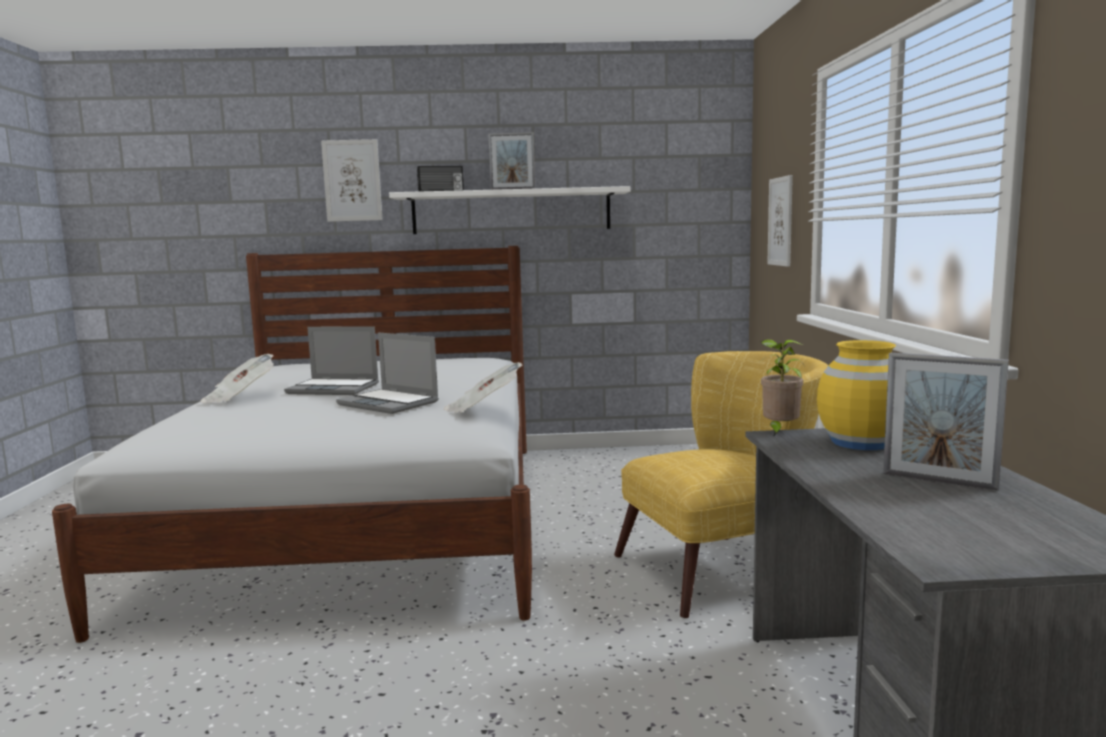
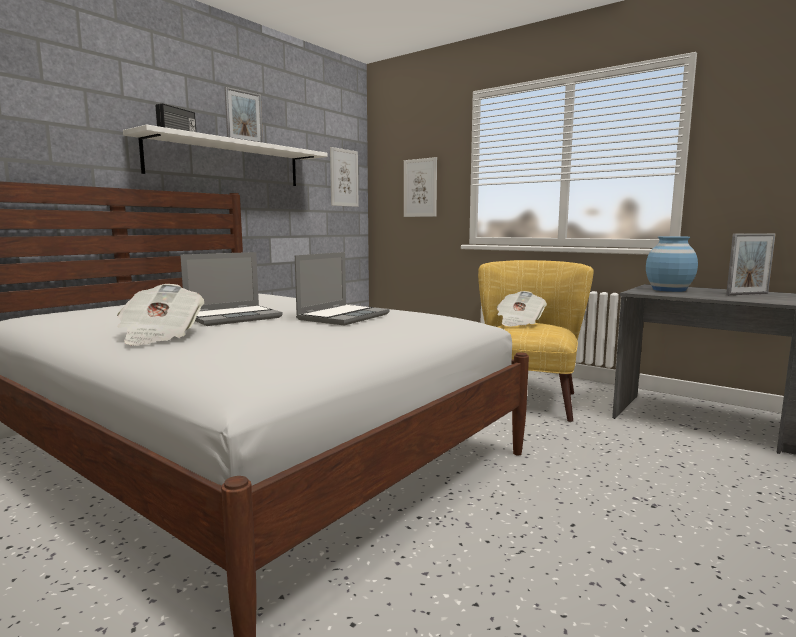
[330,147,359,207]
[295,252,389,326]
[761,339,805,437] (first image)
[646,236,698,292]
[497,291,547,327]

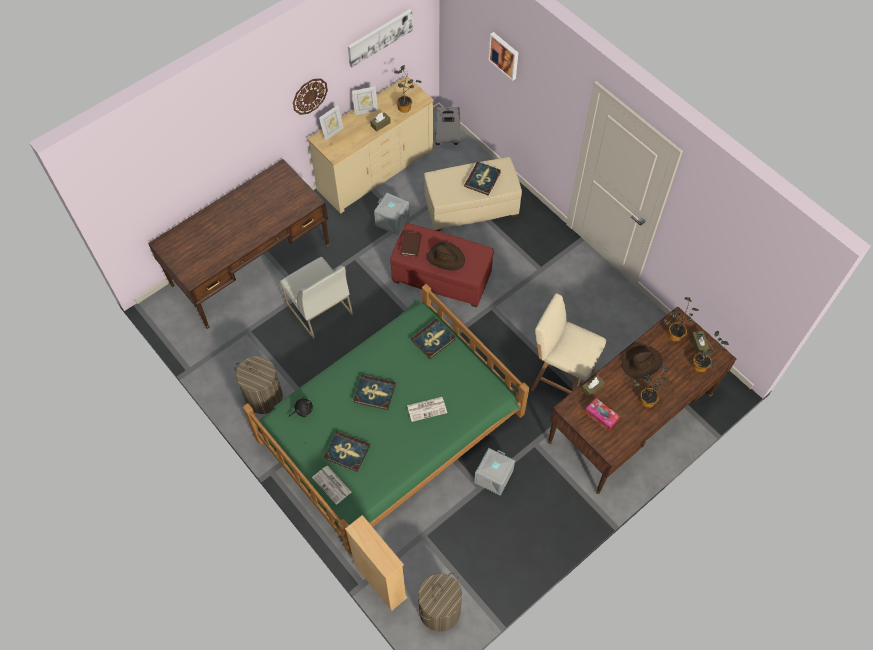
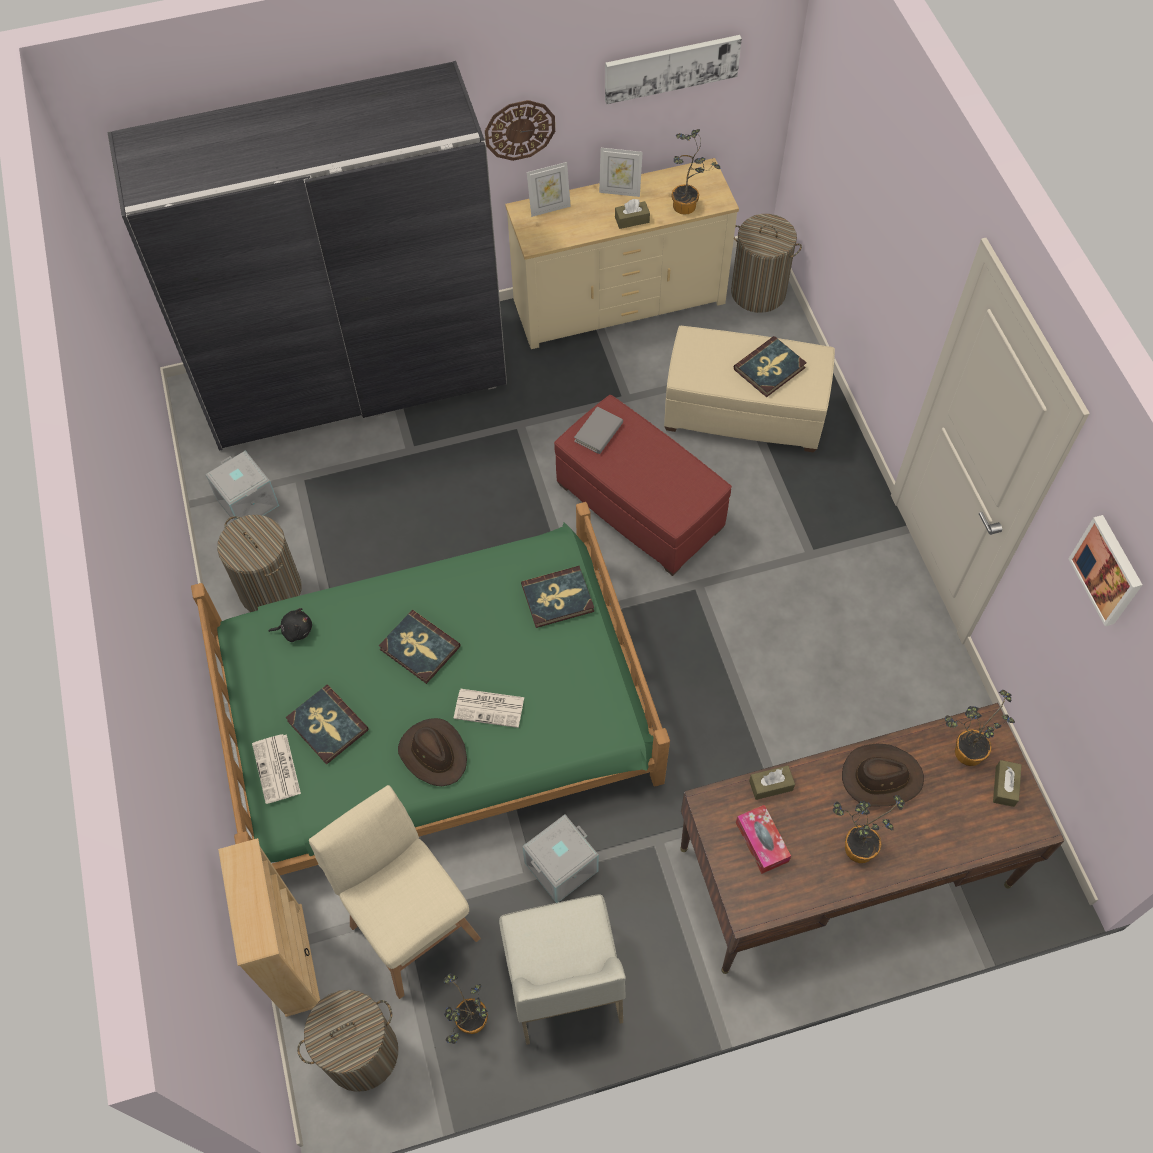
[1069,515,1142,626]
[731,214,802,313]
[107,61,507,451]
[205,450,279,521]
[574,407,623,454]
[398,718,467,786]
[499,894,626,1045]
[309,785,481,999]
[444,973,488,1044]

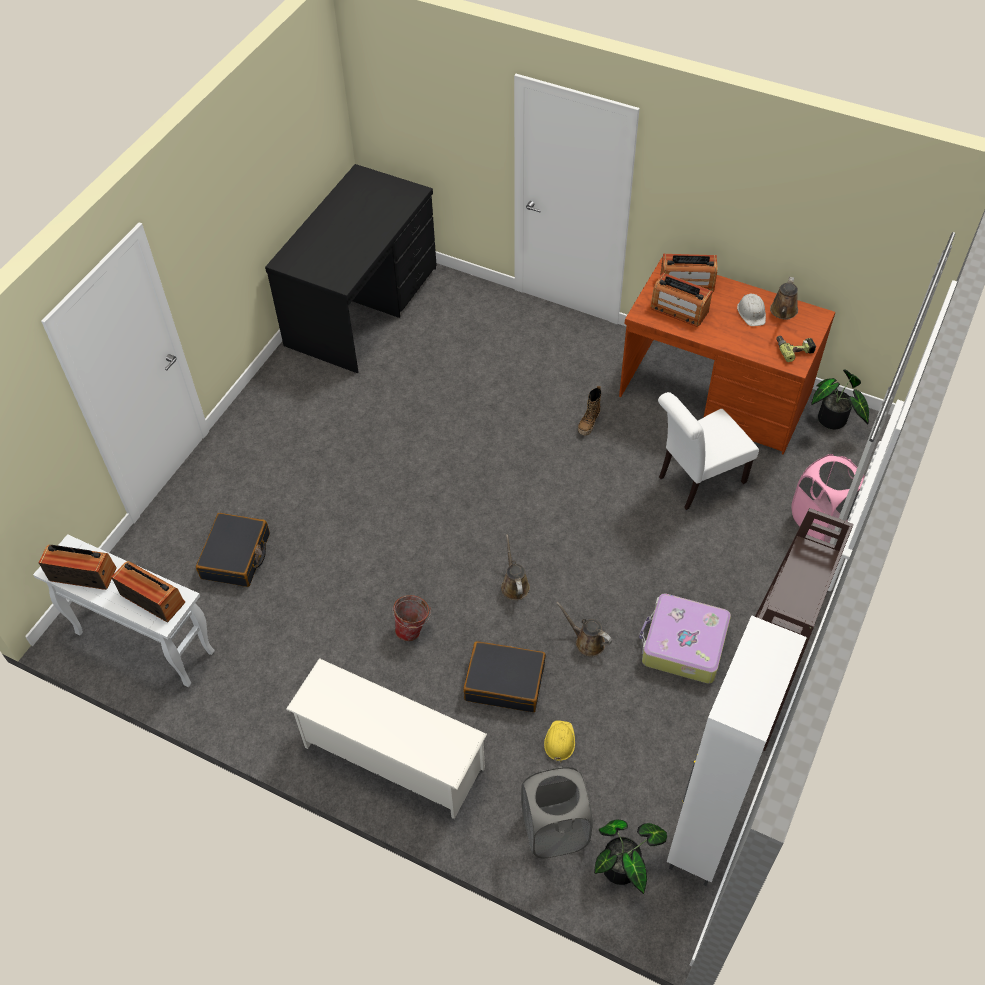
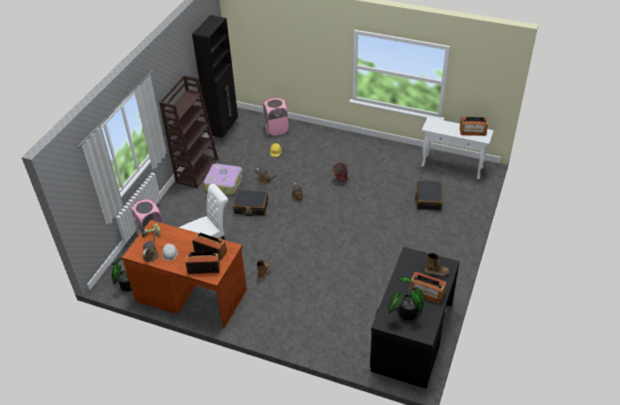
[409,271,447,304]
[192,15,238,144]
[233,190,268,216]
[286,658,487,819] (first image)
[263,97,289,136]
[388,276,424,320]
[425,253,449,277]

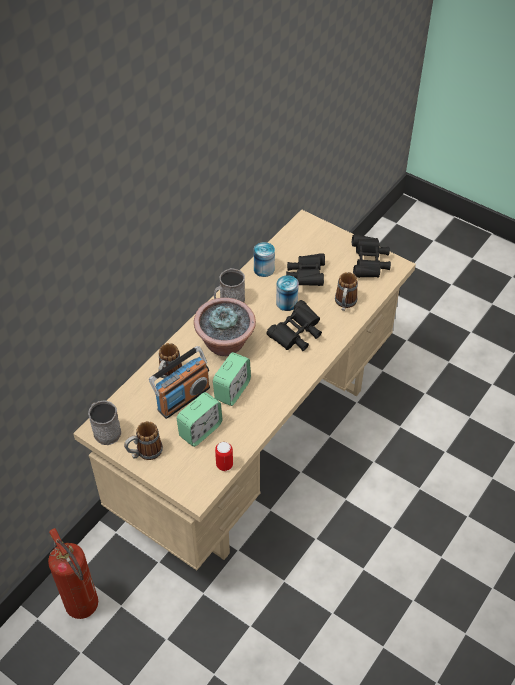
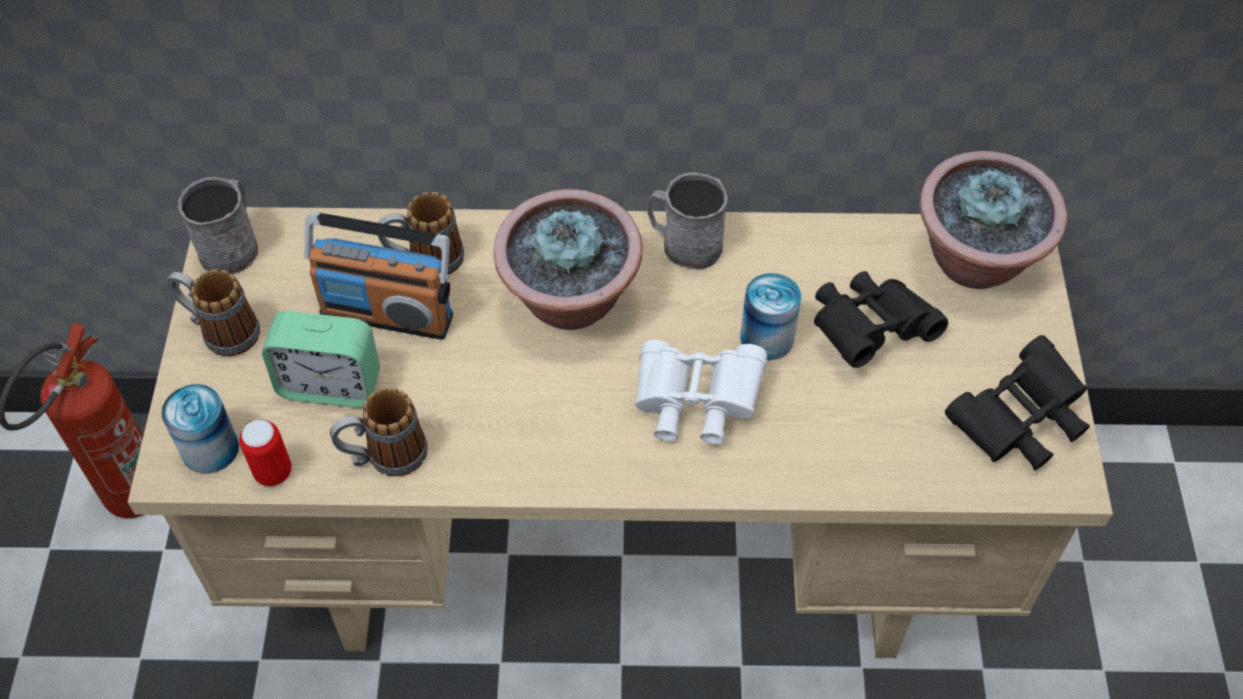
[161,384,239,474]
[330,387,428,476]
[635,340,767,444]
[213,352,251,406] (first image)
[919,151,1068,289]

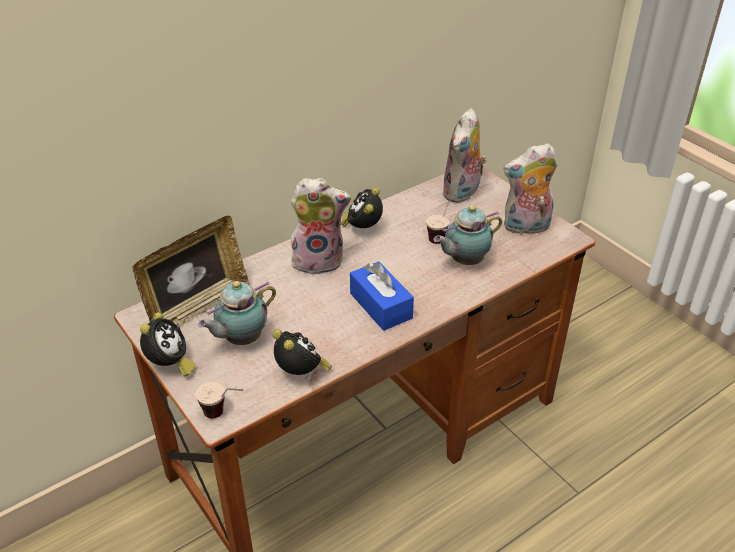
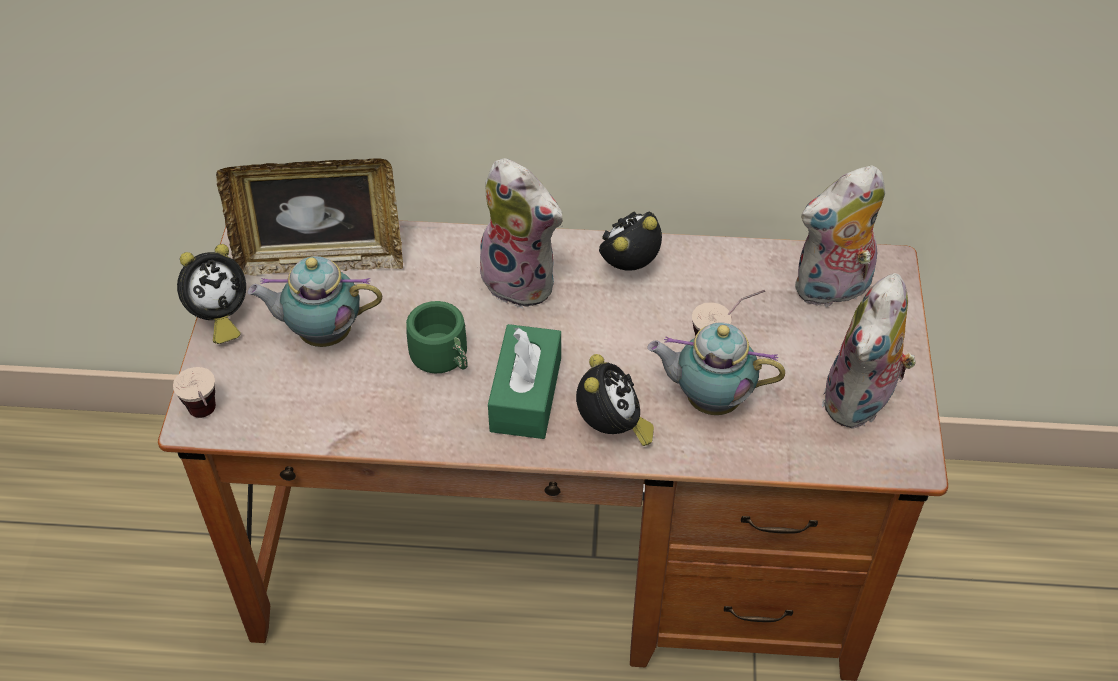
[822,273,916,428]
[488,324,561,439]
[576,354,654,446]
[406,301,468,374]

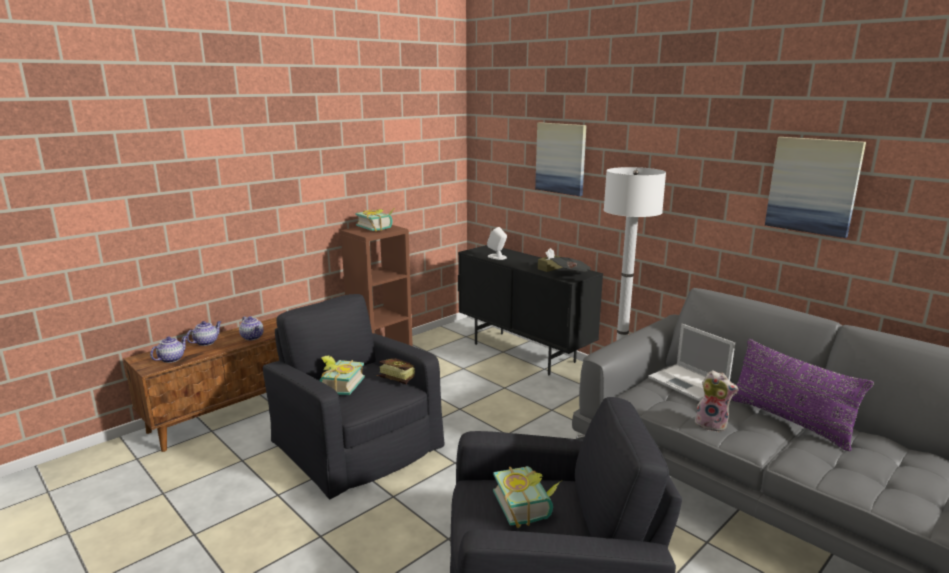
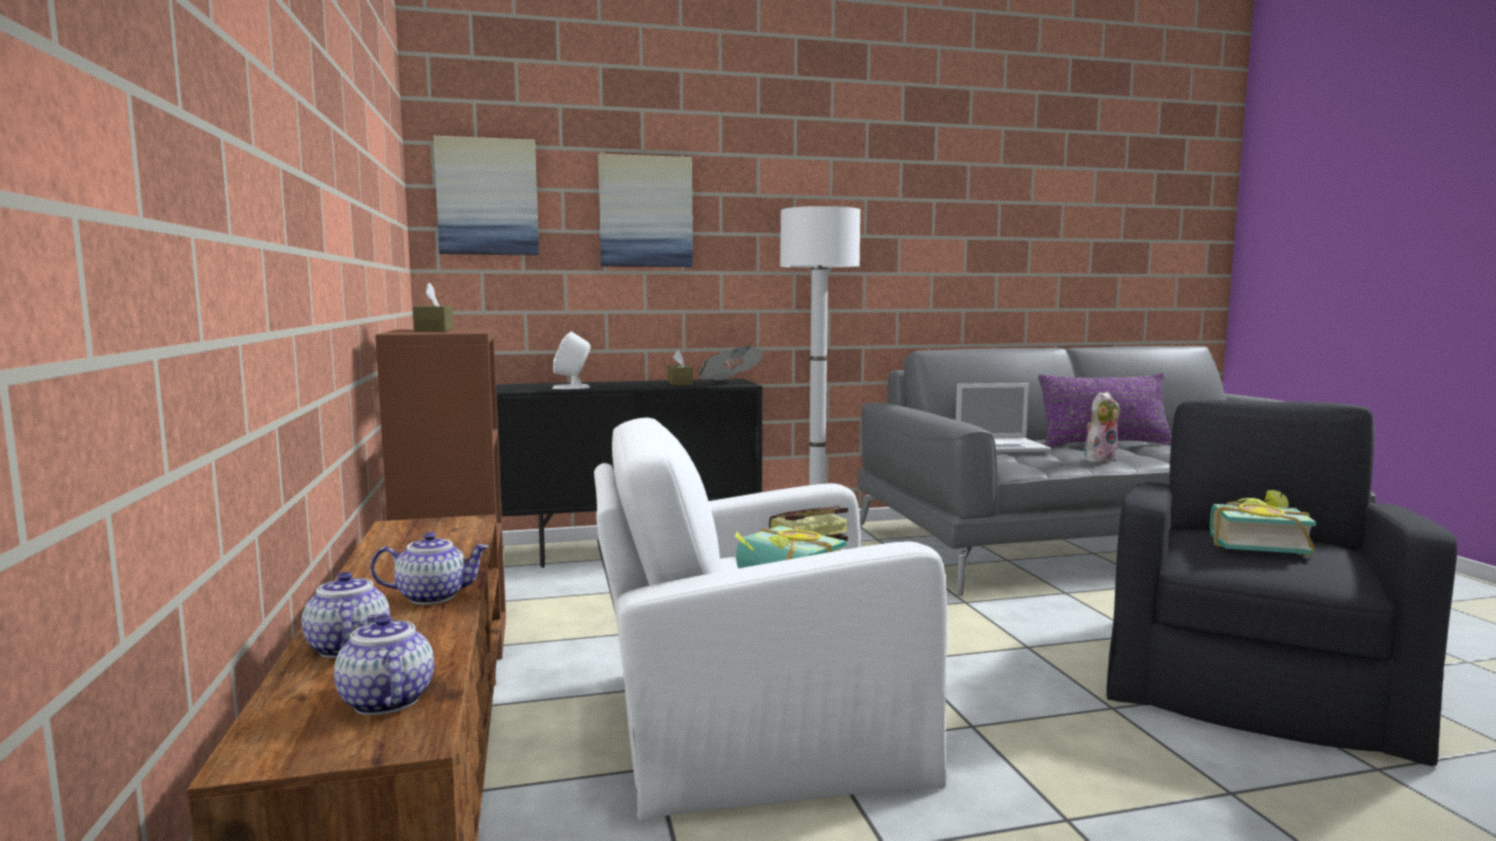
[433,136,539,255]
[413,283,454,332]
[594,418,947,821]

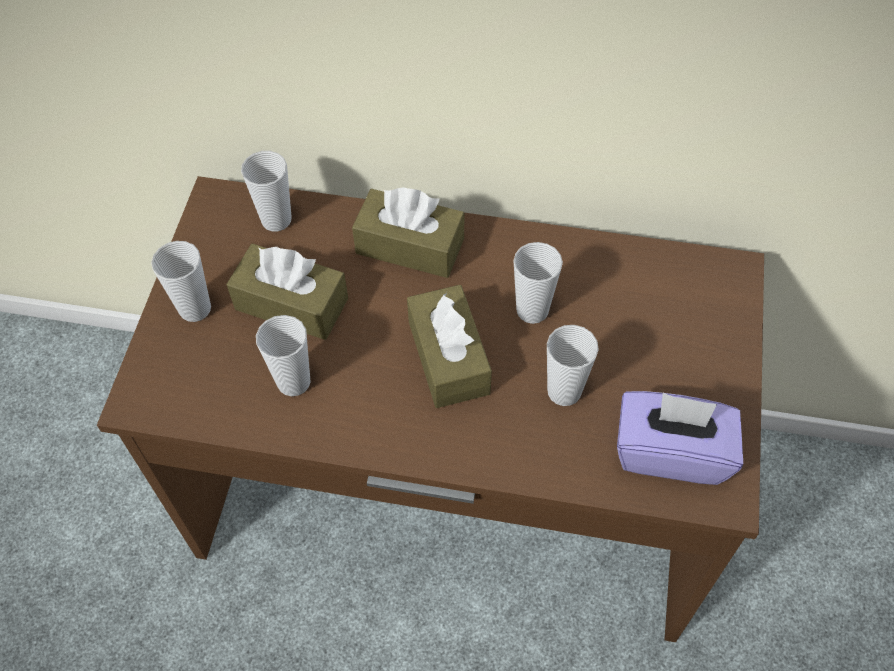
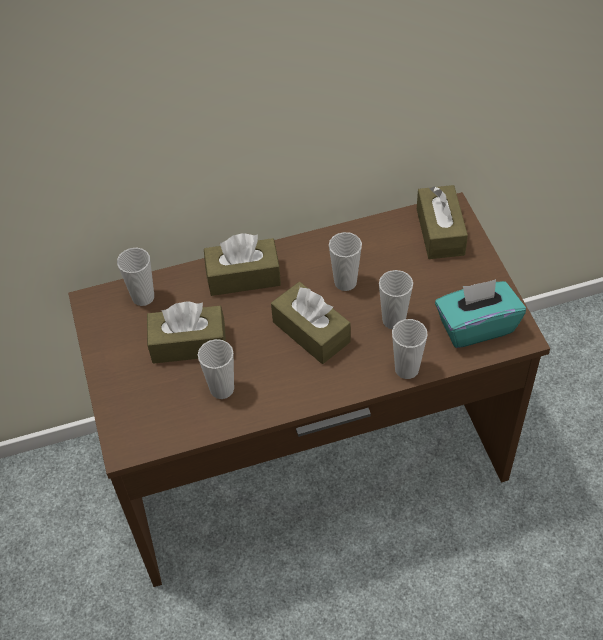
[392,319,428,379]
[435,279,526,348]
[417,185,468,259]

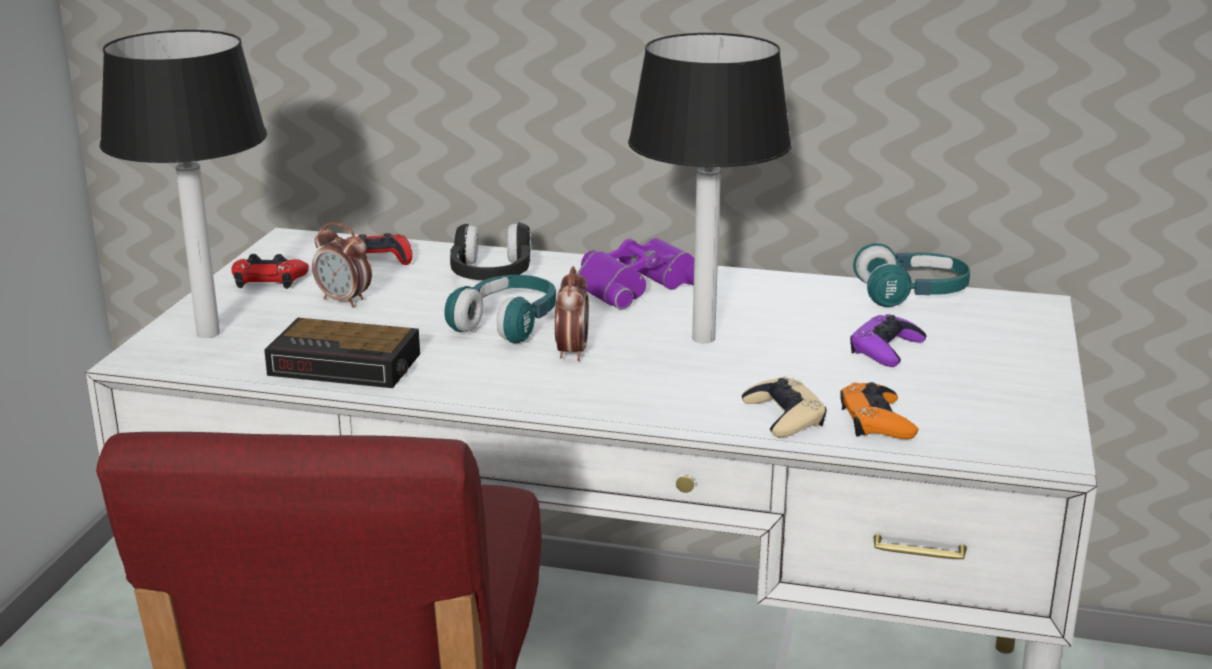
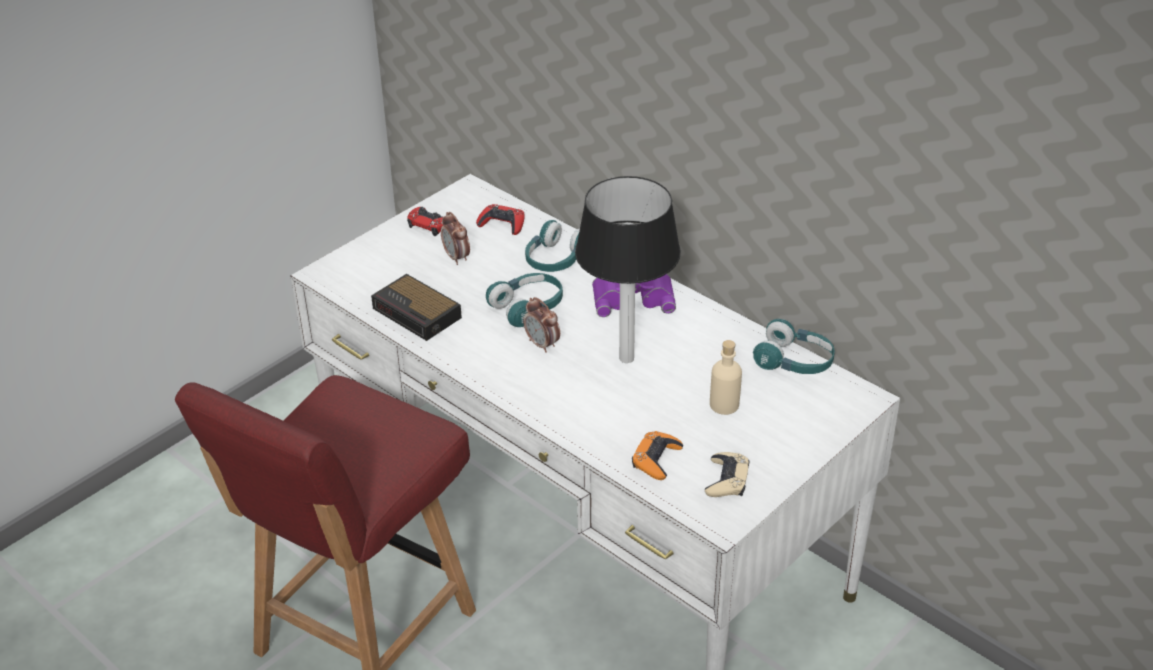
[100,30,267,338] (first image)
[525,220,580,272]
[523,297,560,353]
[710,340,742,415]
[705,452,749,497]

